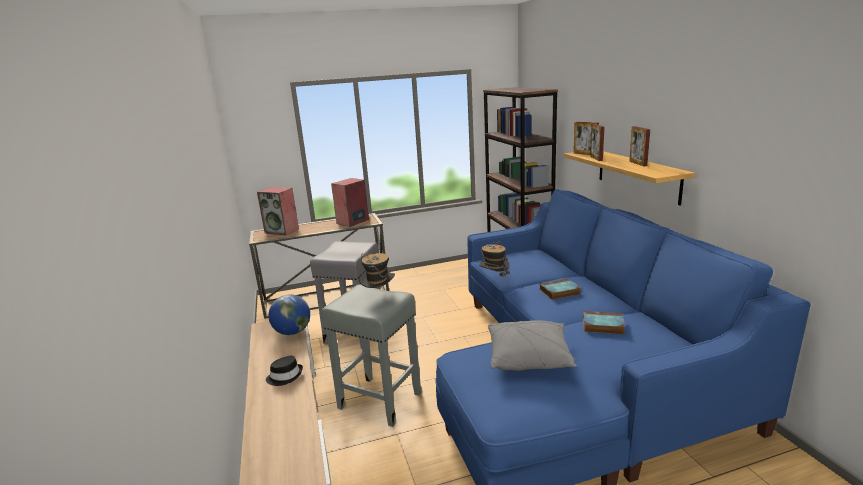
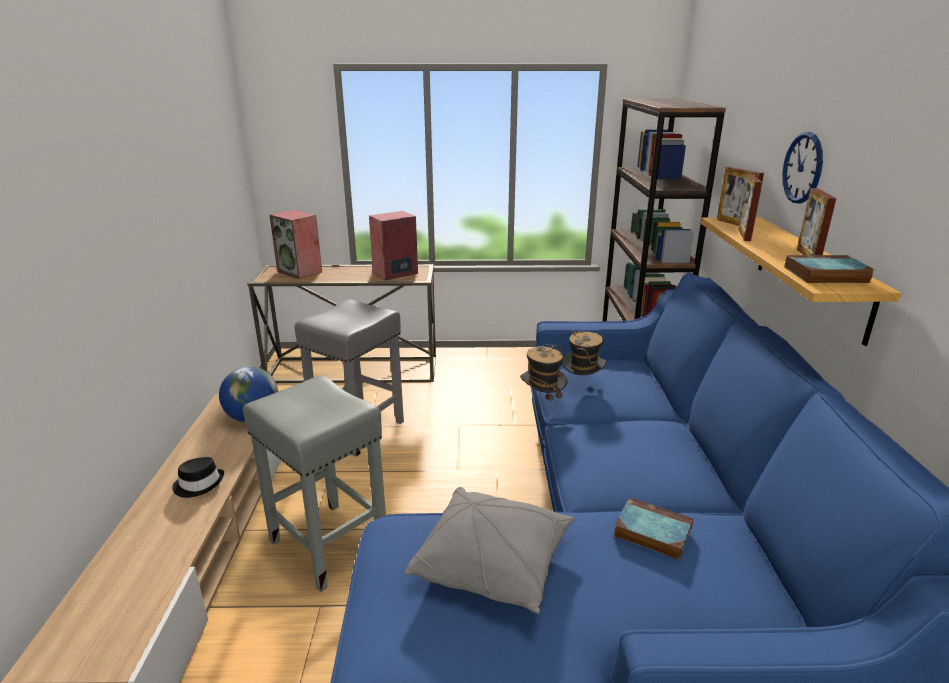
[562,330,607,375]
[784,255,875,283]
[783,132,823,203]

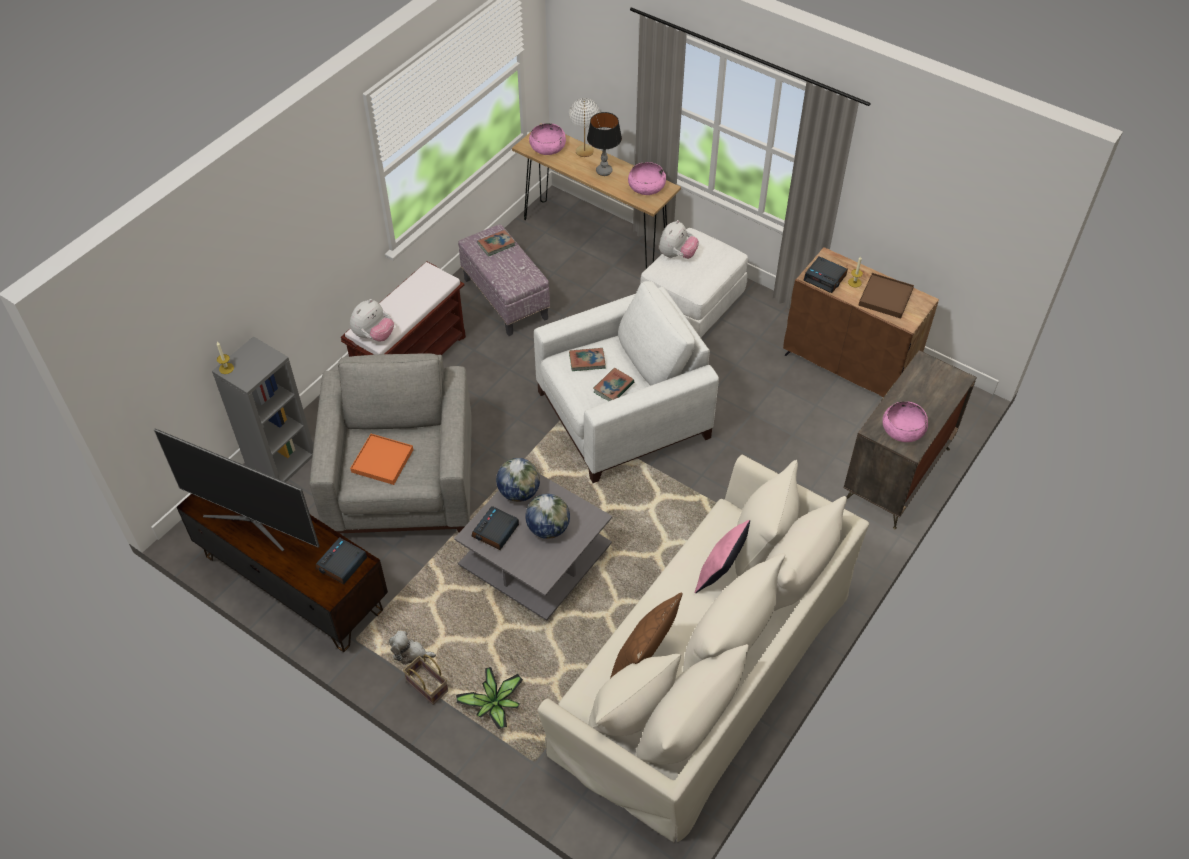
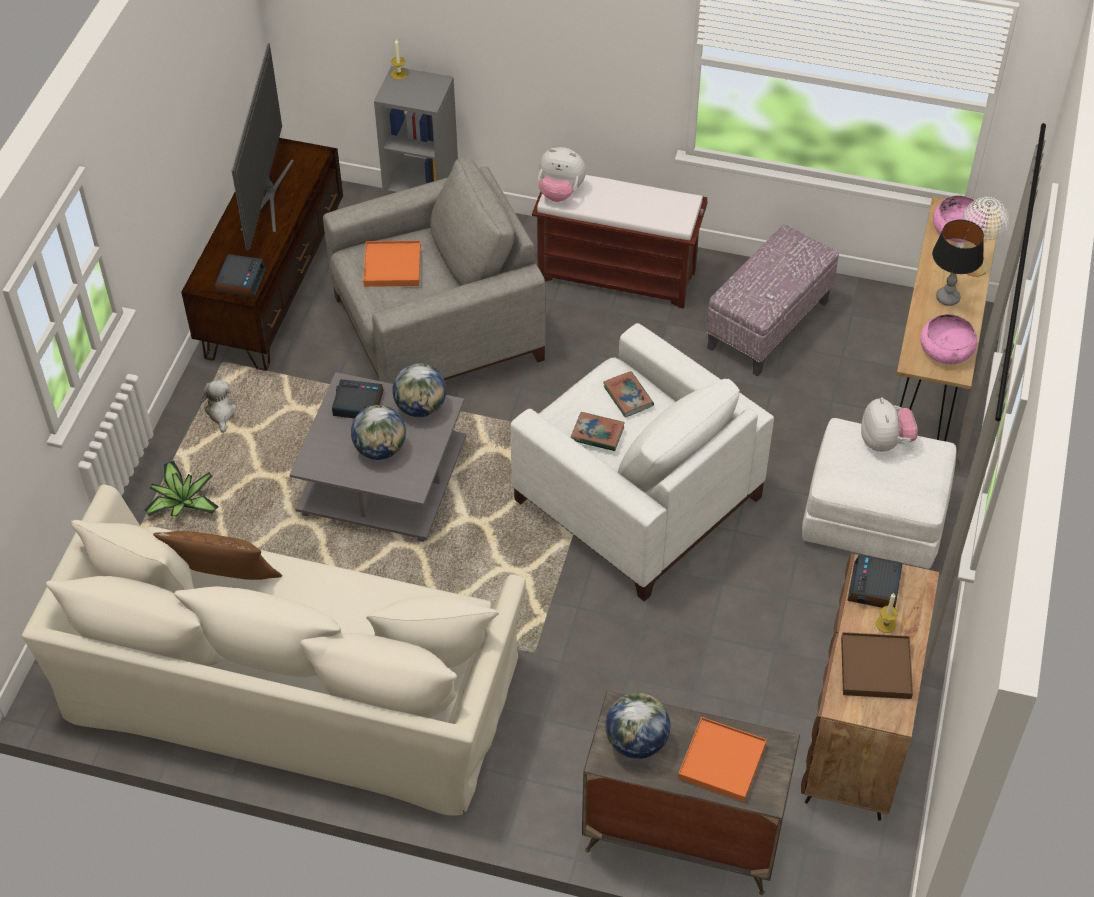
[861,397,918,452]
[477,230,515,256] (first image)
[605,693,670,759]
[695,520,750,593] (first image)
[215,254,266,297]
[403,654,448,705] (first image)
[678,717,767,802]

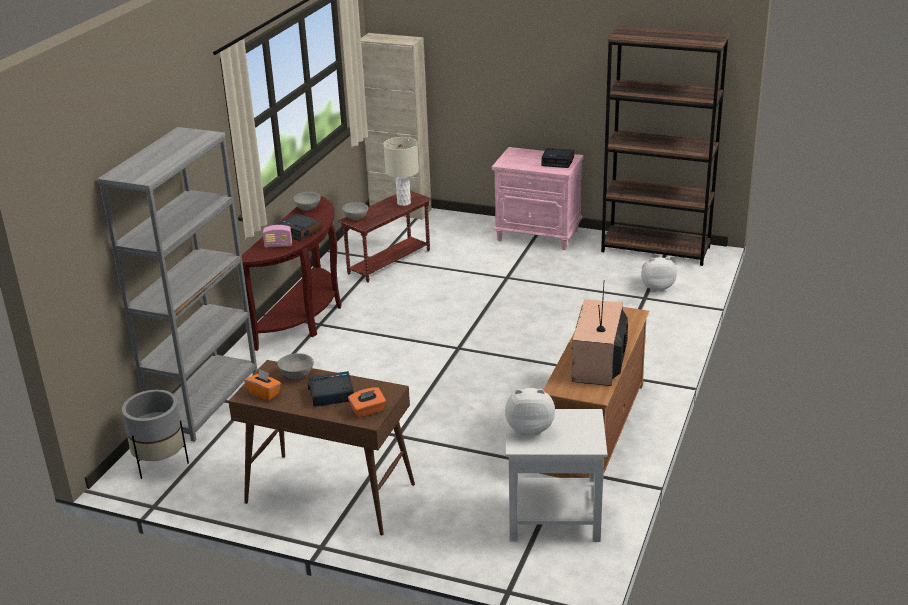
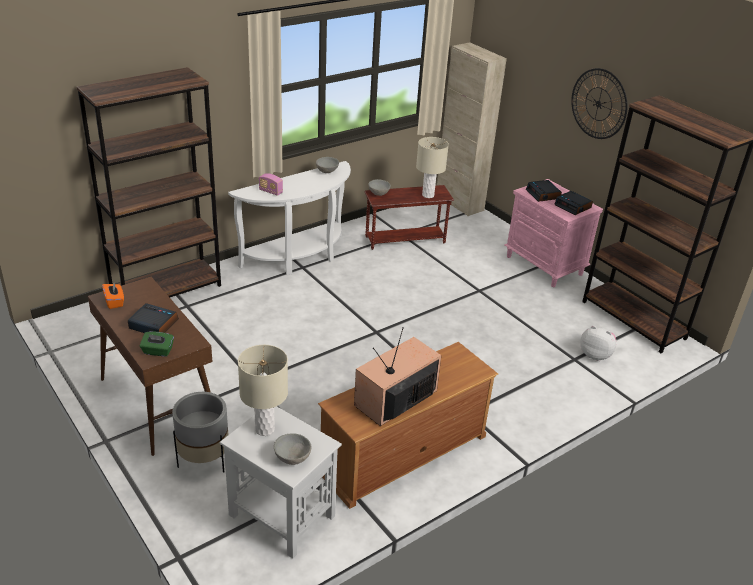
[76,67,221,297]
[228,161,351,275]
[526,180,562,202]
[274,433,312,465]
[140,332,174,357]
[238,345,288,436]
[172,392,229,472]
[571,68,627,139]

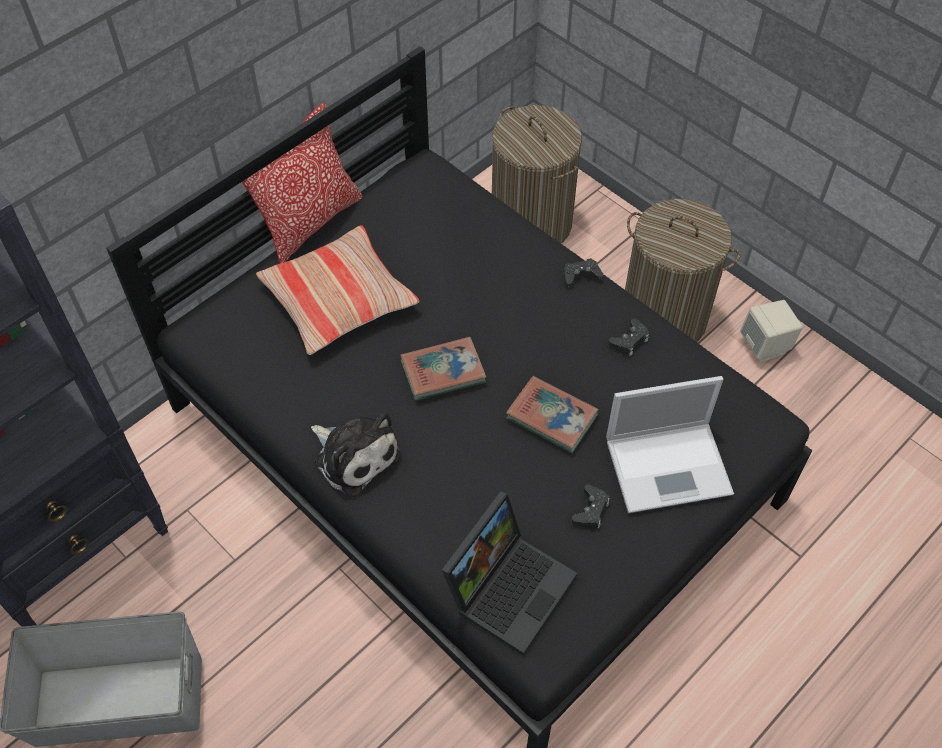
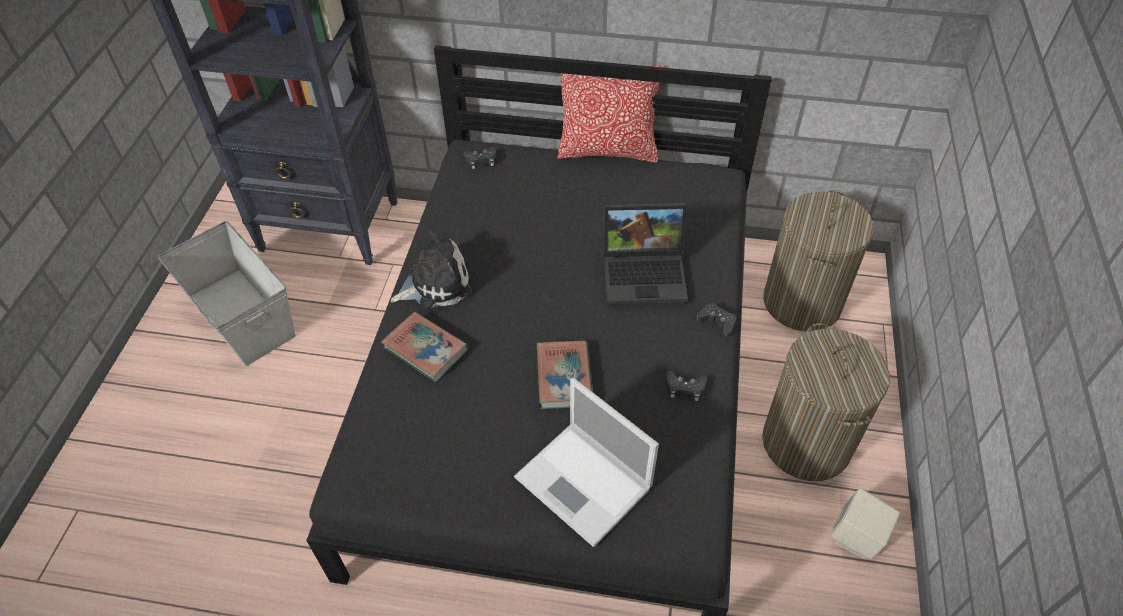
[256,225,419,355] (first image)
[381,312,468,382]
[391,230,472,309]
[464,147,496,169]
[604,203,688,305]

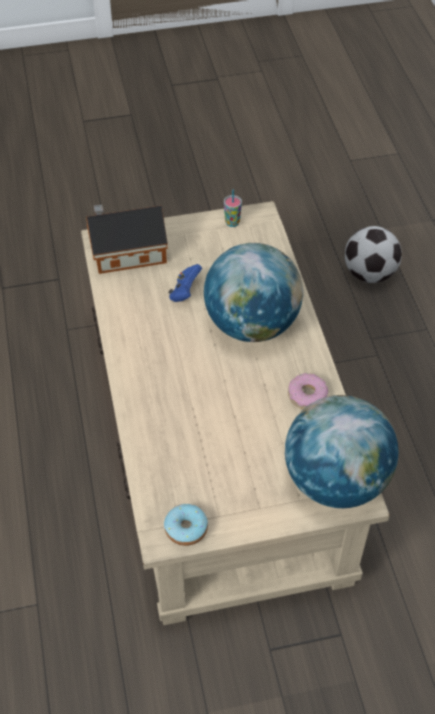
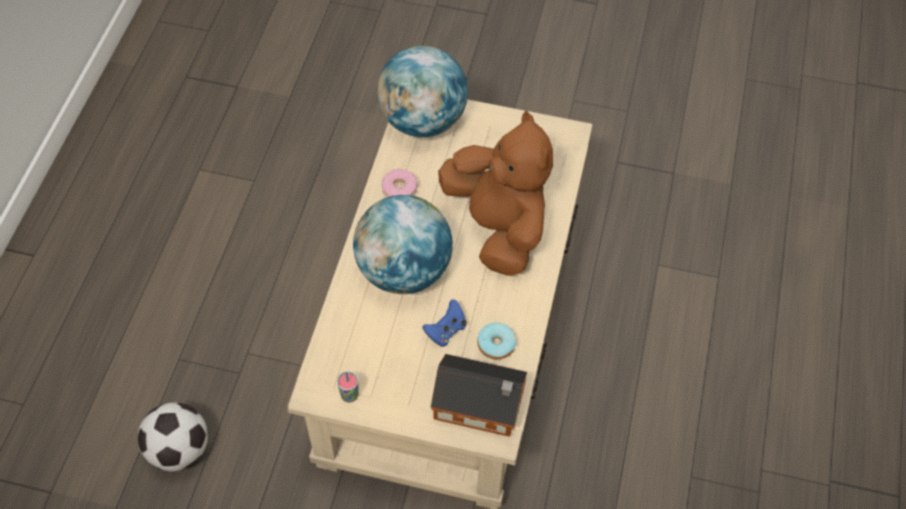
[477,323,516,359]
[438,111,553,276]

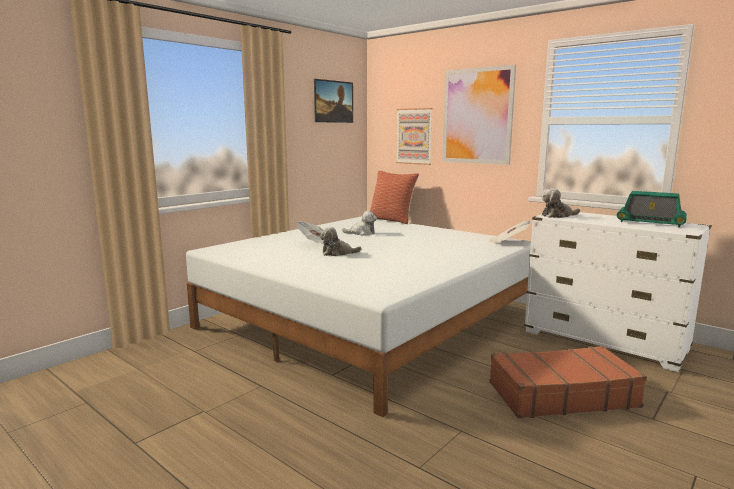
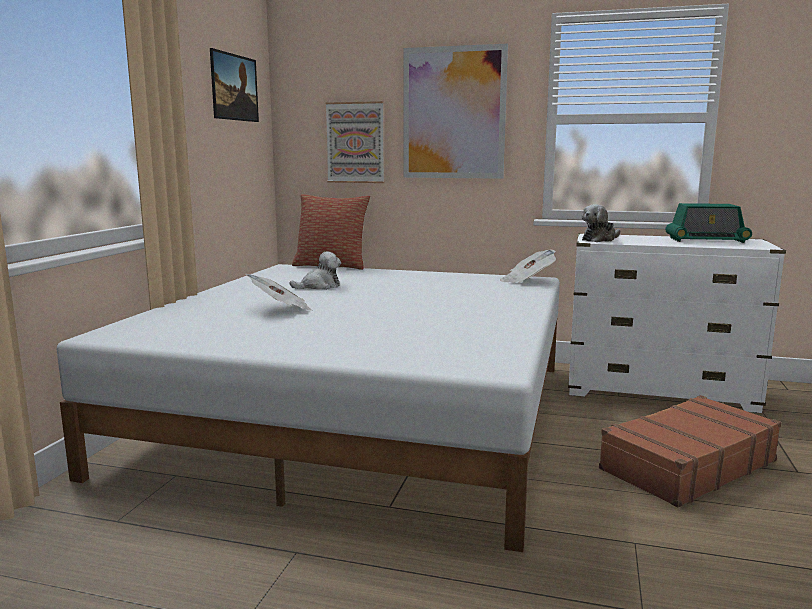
[320,227,362,256] (first image)

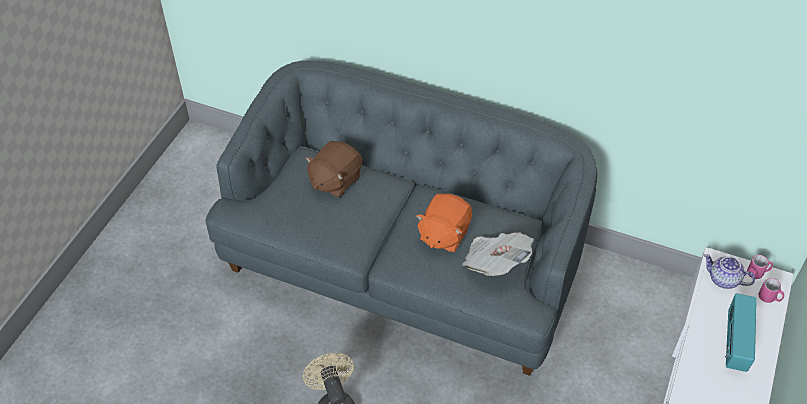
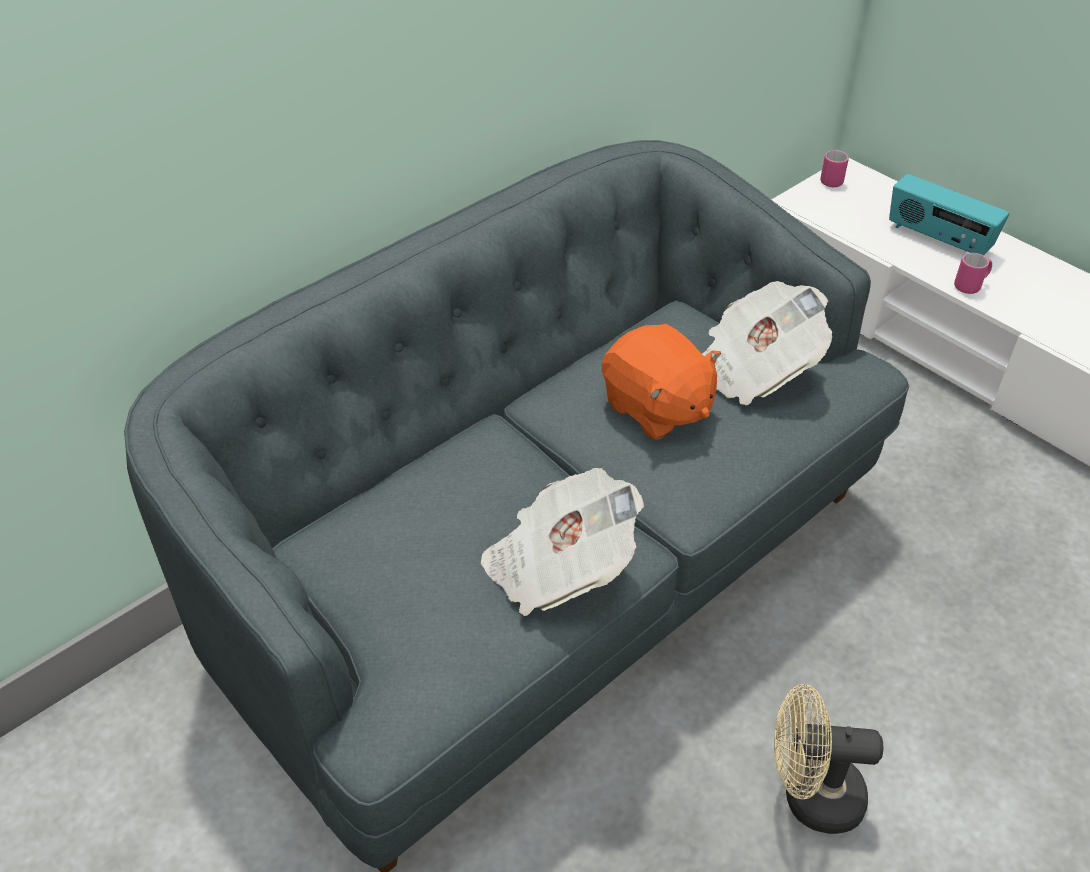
[305,141,362,198] (first image)
[704,254,755,289] (first image)
[954,253,992,294]
[481,468,644,616]

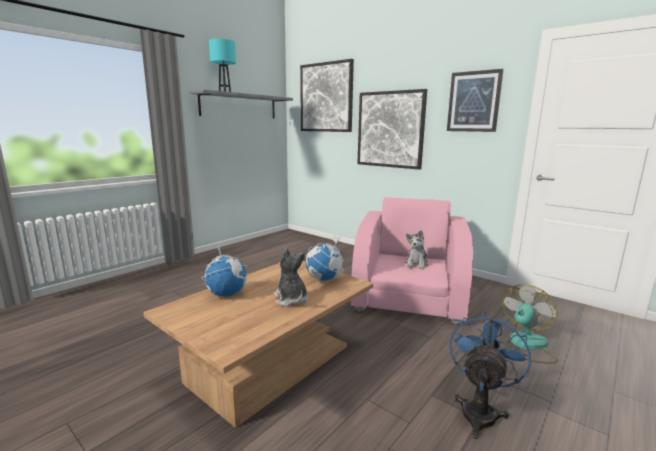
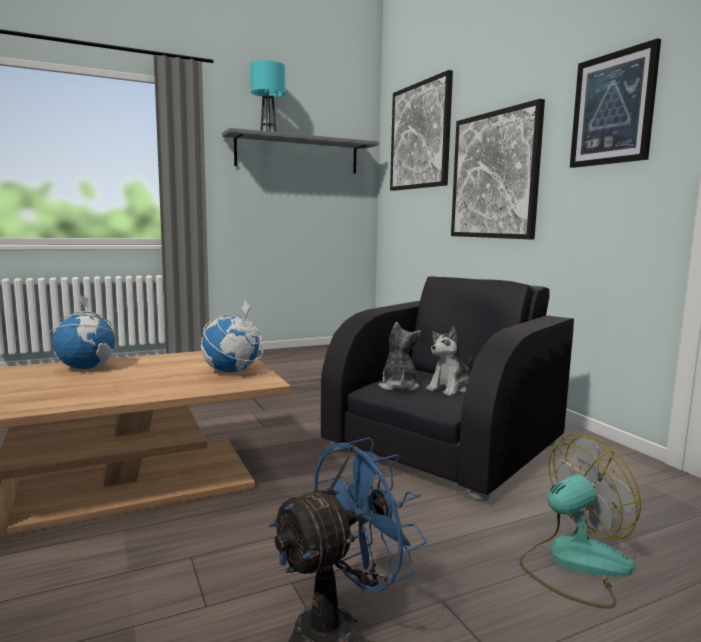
[321,276,574,501]
[379,322,421,391]

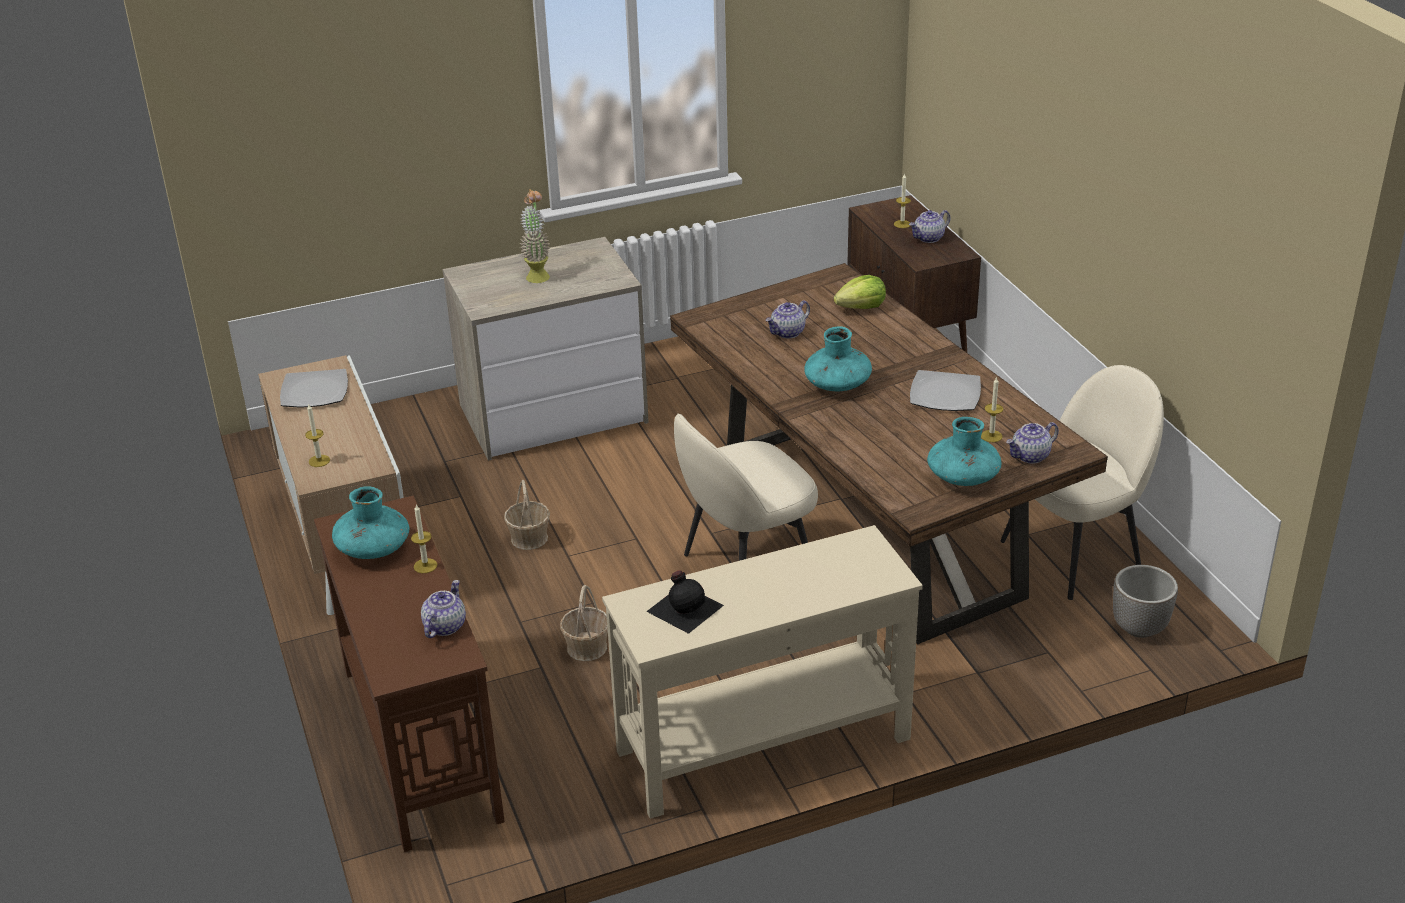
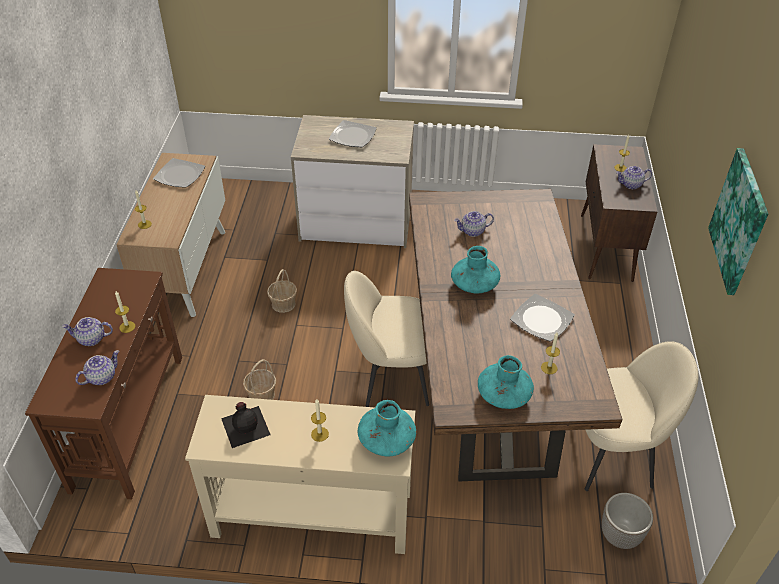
[329,120,377,147]
[834,275,886,309] (first image)
[62,317,113,346]
[357,400,416,456]
[708,148,768,295]
[311,399,329,442]

